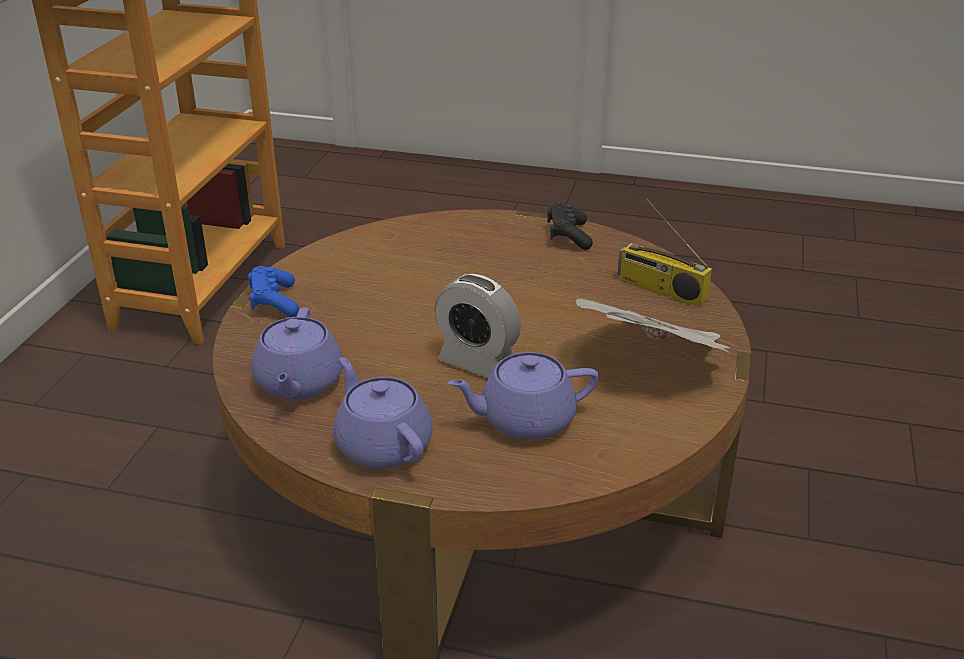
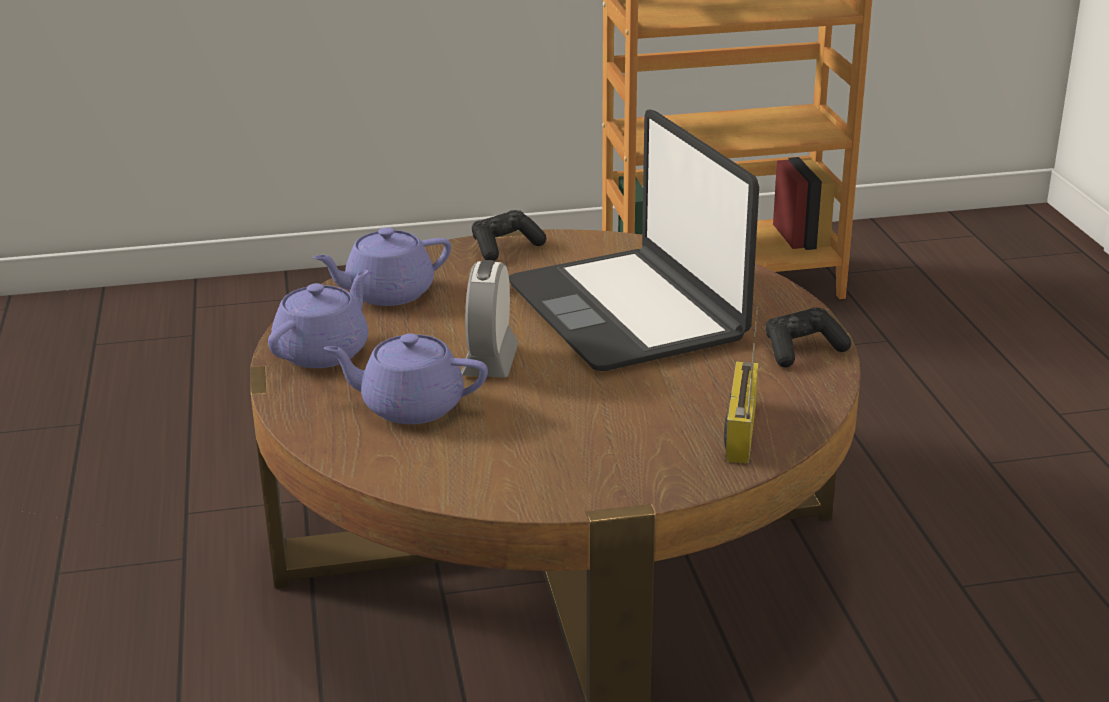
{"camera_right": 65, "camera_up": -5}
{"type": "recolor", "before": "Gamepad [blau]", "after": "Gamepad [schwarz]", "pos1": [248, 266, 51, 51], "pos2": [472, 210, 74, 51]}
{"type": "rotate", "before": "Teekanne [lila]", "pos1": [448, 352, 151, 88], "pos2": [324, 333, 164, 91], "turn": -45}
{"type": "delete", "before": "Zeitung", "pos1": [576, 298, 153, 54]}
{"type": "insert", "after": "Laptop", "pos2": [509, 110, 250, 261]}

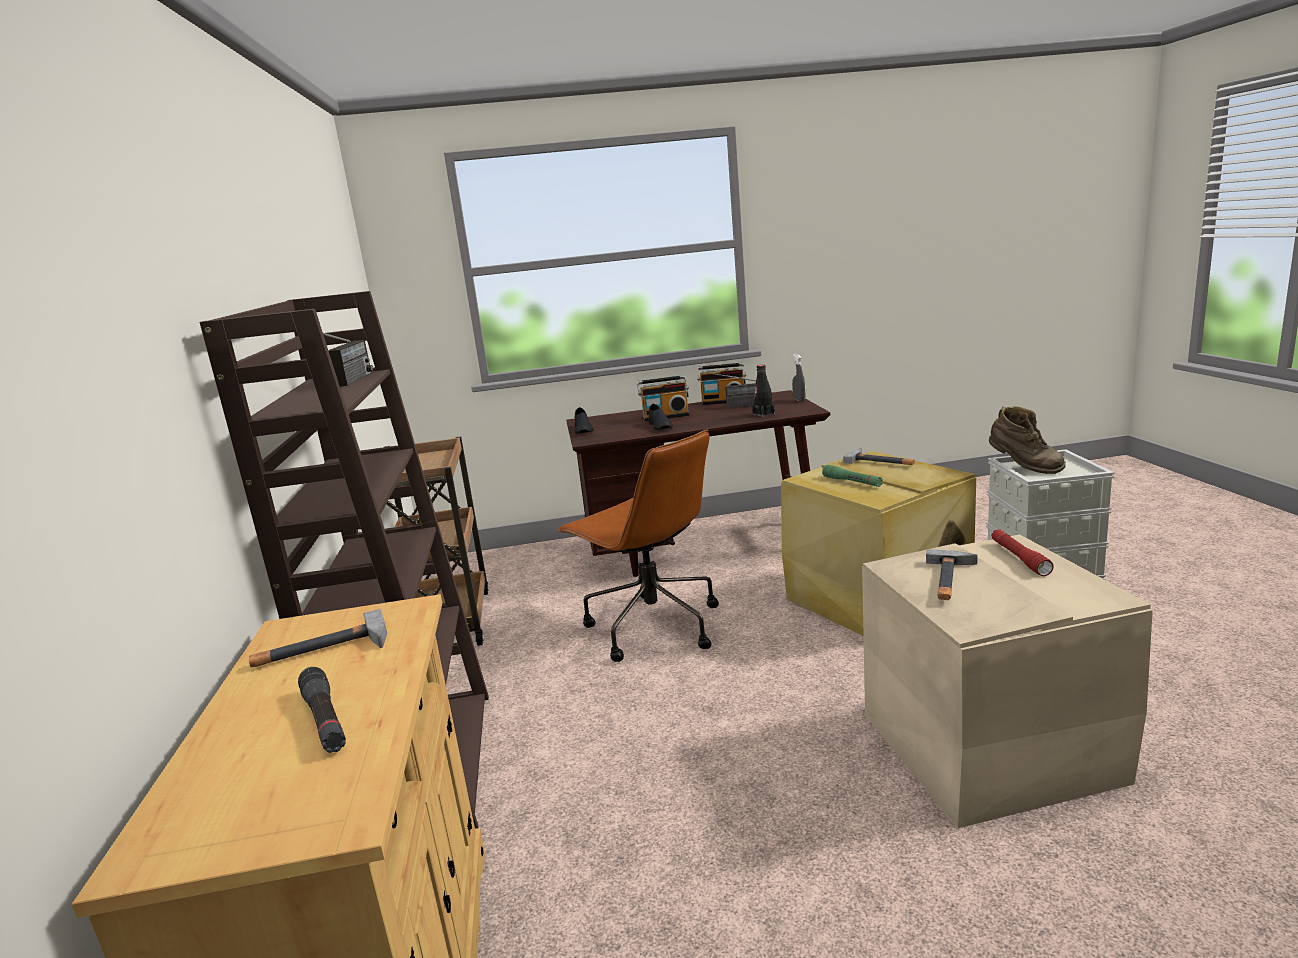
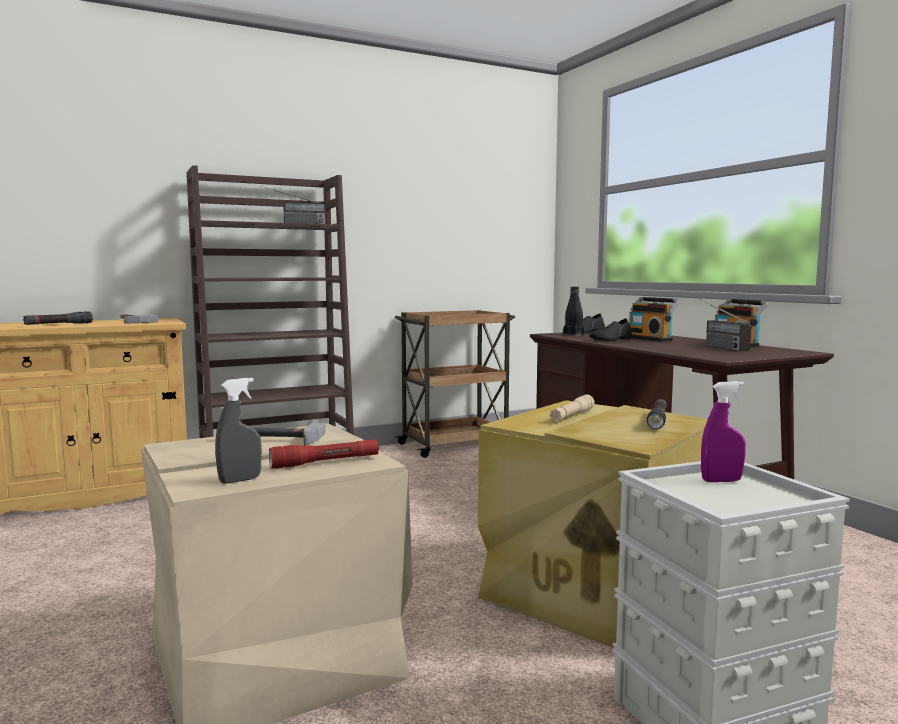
{"camera_right": 70, "camera_up": -10}
{"type": "delete", "before": "Bürostuhl [braun]", "pos1": [557, 430, 162, 232]}
{"type": "move", "before": "Flasche [schwarz]", "pos1": [752, 365, 23, 52], "pos2": [563, 286, 22, 50]}
{"type": "move", "before": "Sprühflasche [grau]", "pos1": [792, 354, 13, 48], "pos2": [215, 378, 47, 106]}
{"type": "recolor", "before": "Taschenlampe [grün]", "after": "Taschenlampe [beige]", "pos1": [822, 465, 61, 22], "pos2": [550, 395, 45, 26]}
{"type": "replace", "before": "Hammer", "after": "Taschenlampe [schwarz]", "pos1": [843, 448, 72, 17], "pos2": [647, 399, 20, 30]}
{"type": "replace", "before": "Stiefel [braun]", "after": "Sprühflasche [lila]", "pos1": [989, 406, 77, 68], "pos2": [701, 381, 45, 101]}

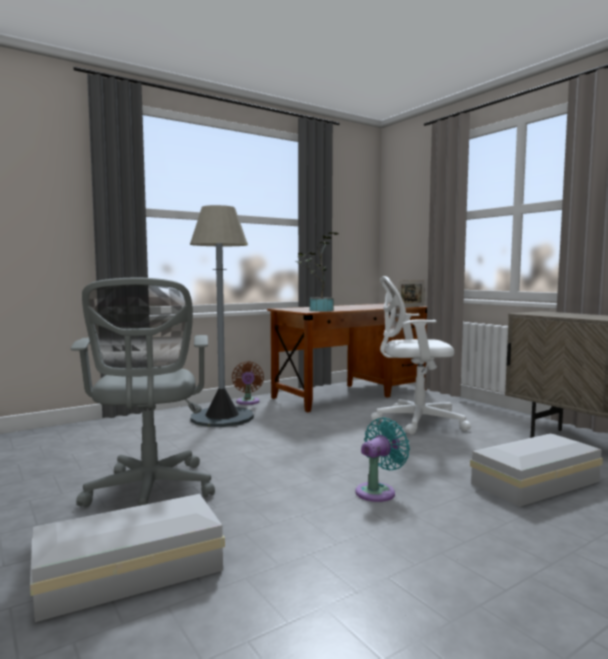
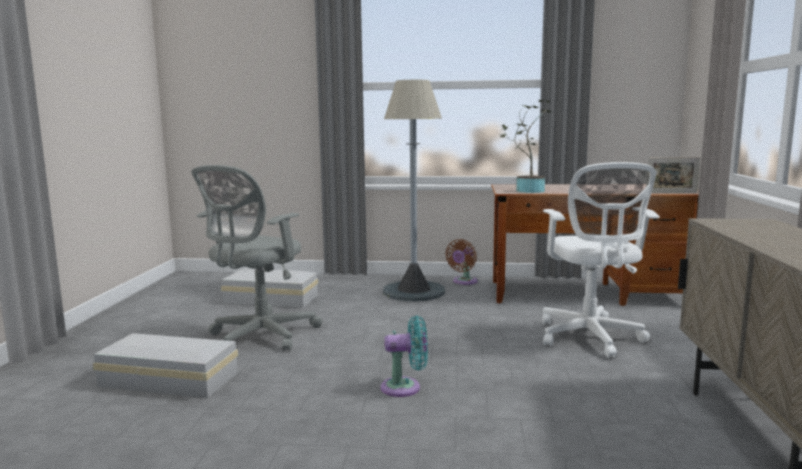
{"camera_right": 40, "camera_up": 5}
{"type": "rotate", "before": "Bürostuhl [weiß]", "pos1": [371, 276, 100, 159], "pos2": [542, 162, 118, 196], "turn": -135}
{"type": "move", "before": "Aufbewahrungsbox [weiß]", "pos1": [470, 434, 133, 73], "pos2": [221, 269, 97, 39]}

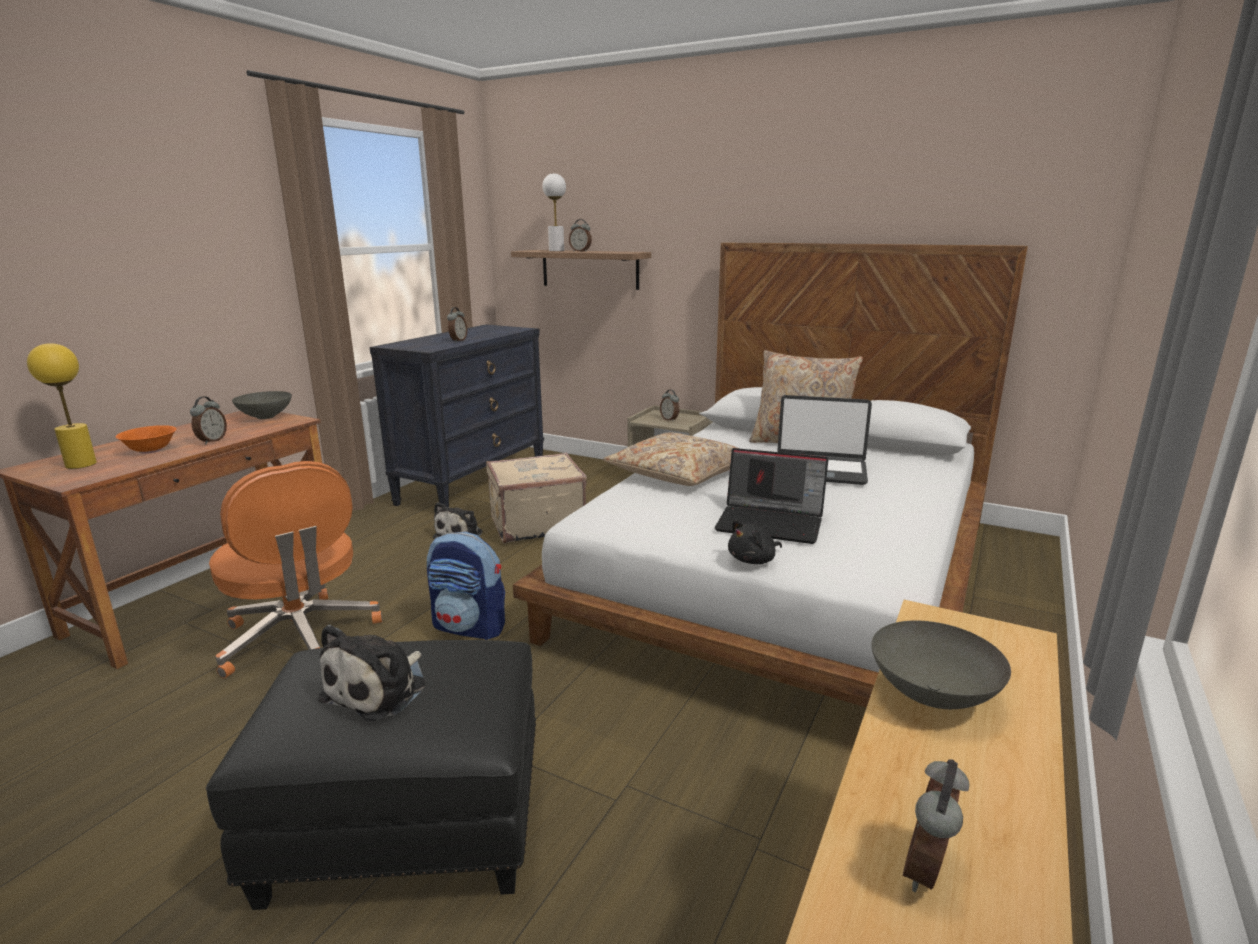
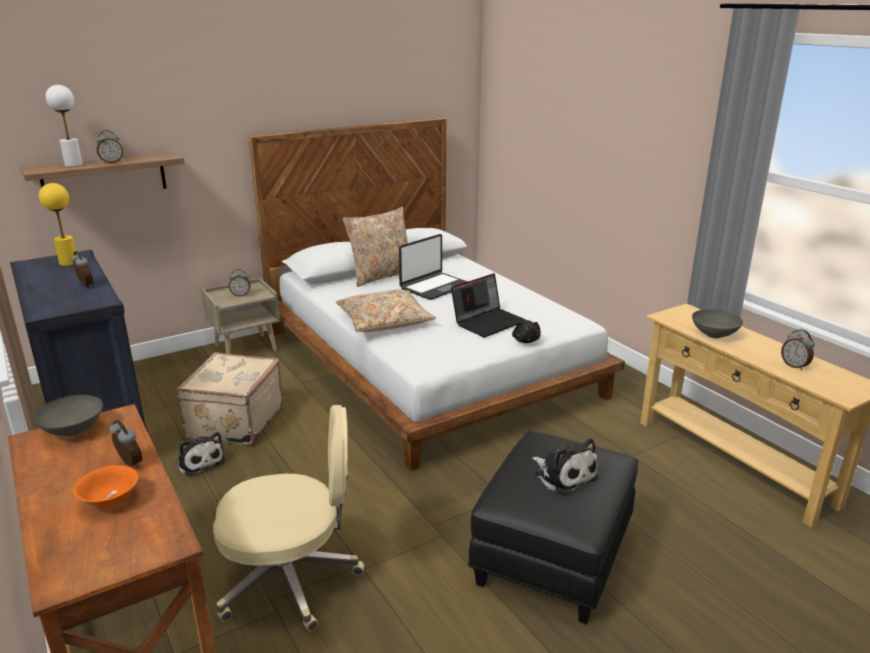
{"camera_right": -60, "camera_up": 5}
{"type": "move", "before": "Tischlampe [gelb]", "pos1": [27, 343, 70, 126], "pos2": [39, 183, 37, 83]}
{"type": "recolor", "before": "Bürostuhl [orange]", "after": "Bürostuhl [beige]", "pos1": [209, 461, 173, 217], "pos2": [213, 405, 151, 226]}
{"type": "delete", "before": "Rucksack", "pos1": [427, 532, 78, 108]}

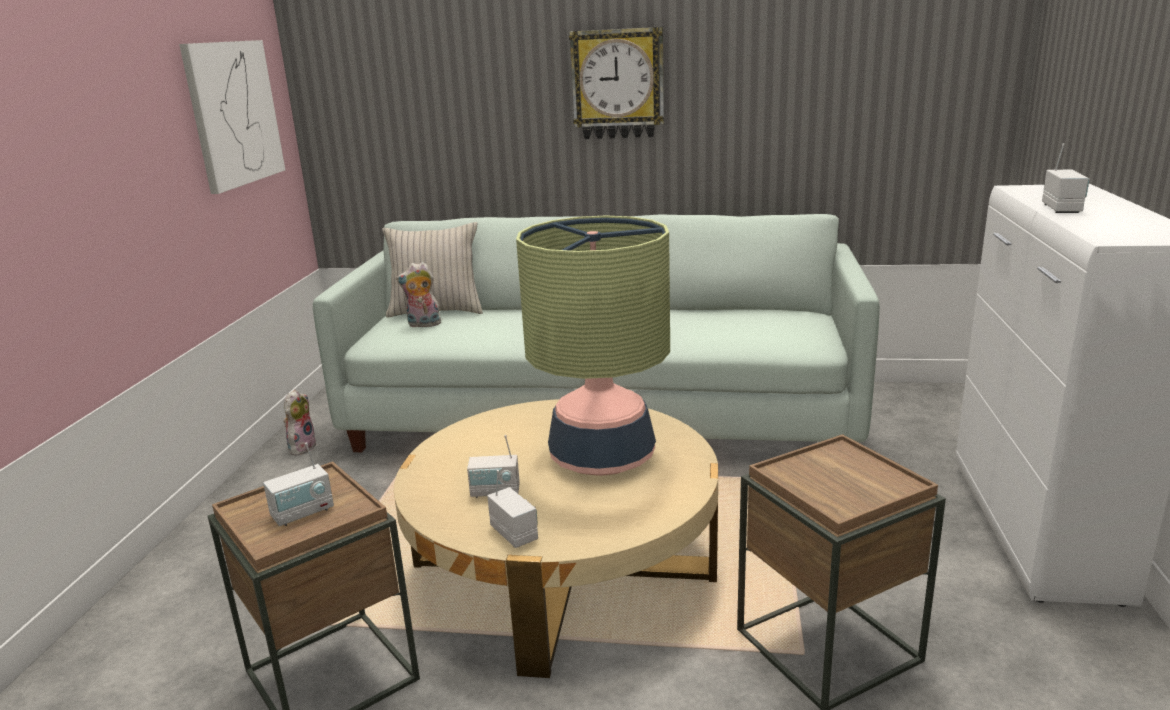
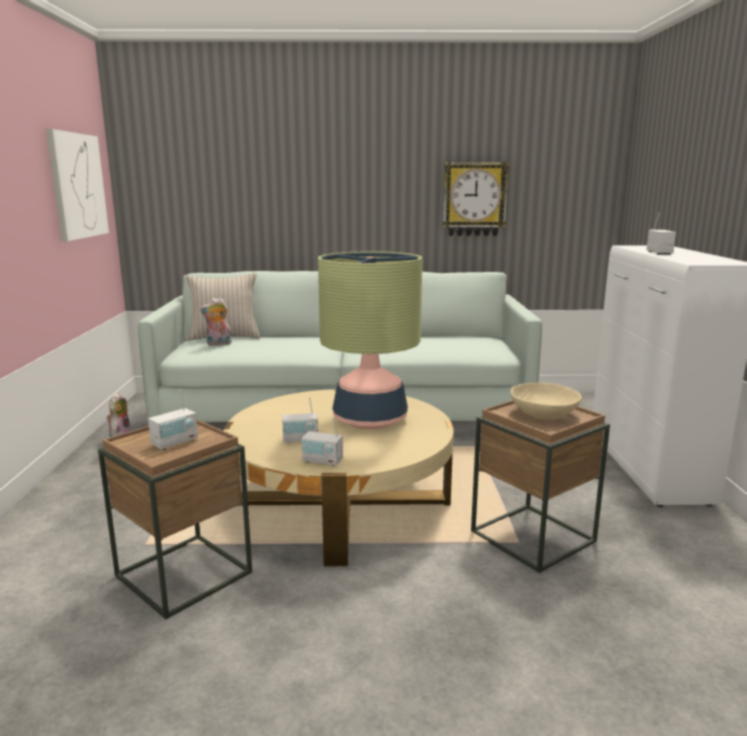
{"camera_right": -10, "camera_up": -5}
{"type": "rotate", "before": "Radio", "pos1": [487, 470, 51, 78], "pos2": [301, 417, 42, 49], "turn": 150}
{"type": "move", "before": "Wanduhr", "pos1": [569, 27, 95, 112], "pos2": [443, 162, 66, 74]}
{"type": "insert", "after": "Schüssel [beige]", "pos2": [510, 383, 72, 36]}

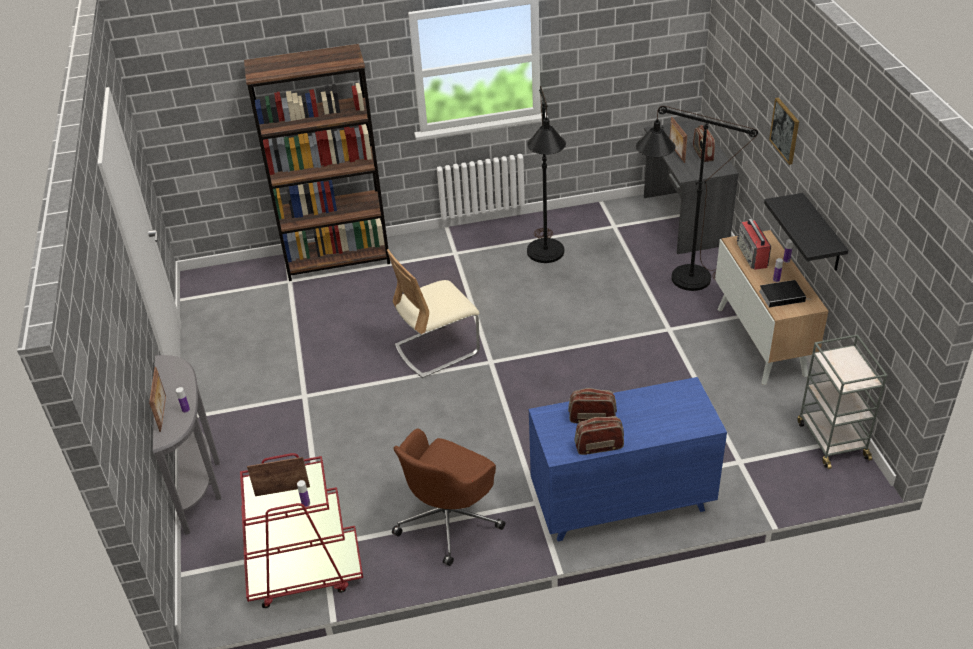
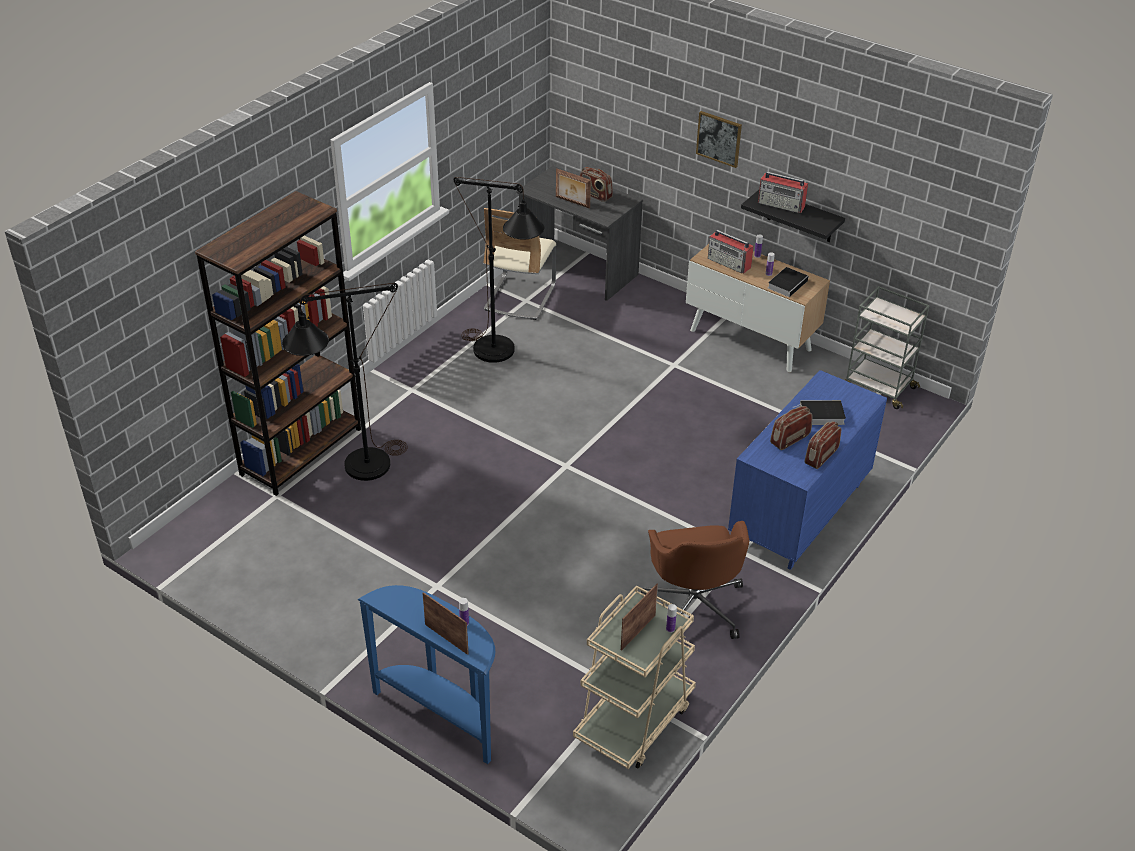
{"camera_right": -45, "camera_up": 0}
{"type": "recolor", "before": "Konsolentisch [grau]", "after": "Konsolentisch [blau]", "pos1": [153, 355, 68, 180], "pos2": [357, 585, 138, 179]}
{"type": "recolor", "before": "Rollwagen [rot]", "after": "Rollwagen [beige]", "pos1": [240, 453, 123, 155], "pos2": [573, 585, 123, 184]}
{"type": "move", "before": "Stuhl [beige]", "pos1": [387, 249, 93, 129], "pos2": [483, 208, 73, 112]}
{"type": "move", "before": "Stehlampe [schwarz]", "pos1": [636, 106, 122, 185], "pos2": [282, 283, 126, 198]}
{"type": "insert", "after": "Radio", "pos2": [758, 172, 50, 41]}
{"type": "insert", "after": "Buch", "pos2": [793, 400, 53, 25]}

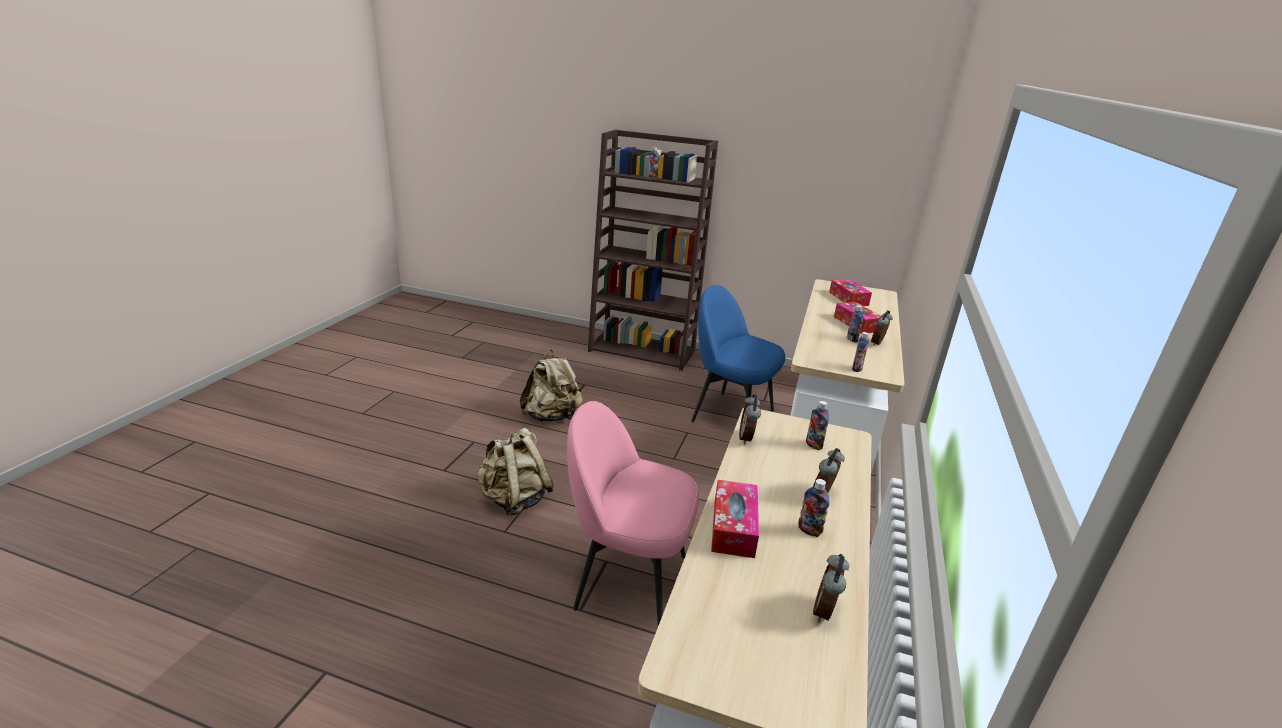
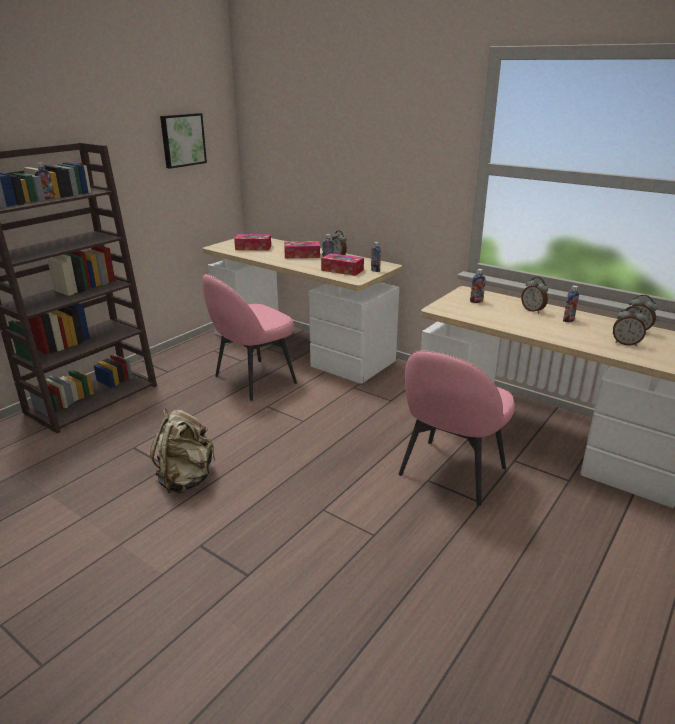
{"camera_right": -70, "camera_up": 0}
{"type": "delete", "before": "Rucksack [beige]", "pos1": [477, 428, 77, 88]}
{"type": "recolor", "before": "Stuhl [blau]", "after": "Stuhl [rosa]", "pos1": [691, 285, 94, 137], "pos2": [203, 274, 94, 127]}
{"type": "move", "before": "Taschentuchbox", "pos1": [711, 480, 48, 78], "pos2": [321, 253, 43, 23]}
{"type": "move", "before": "Wecker", "pos1": [739, 394, 22, 50], "pos2": [613, 306, 34, 40]}
{"type": "insert", "after": "Bild", "pos2": [160, 113, 47, 56]}

